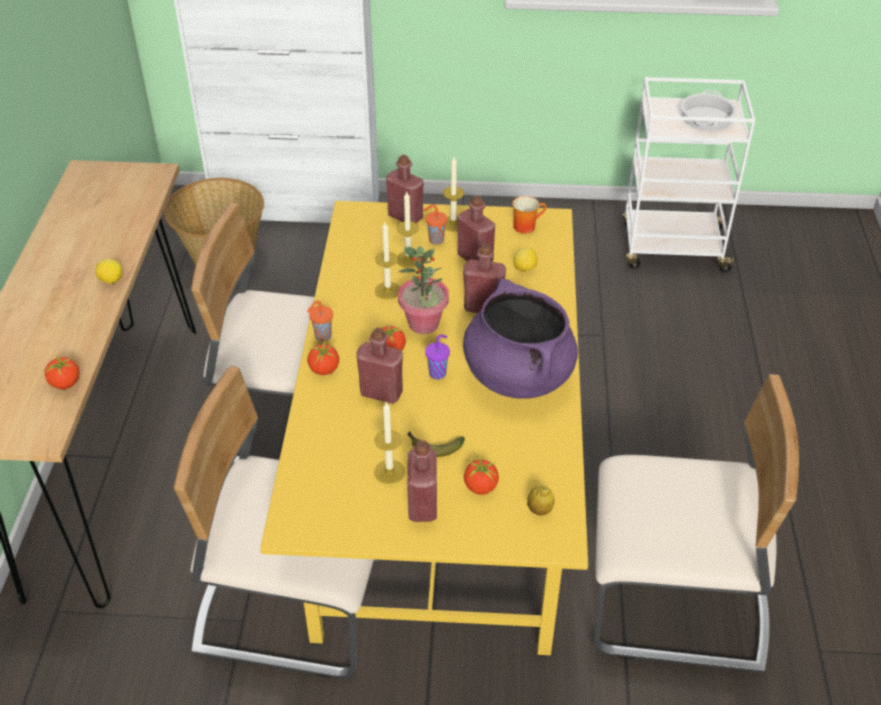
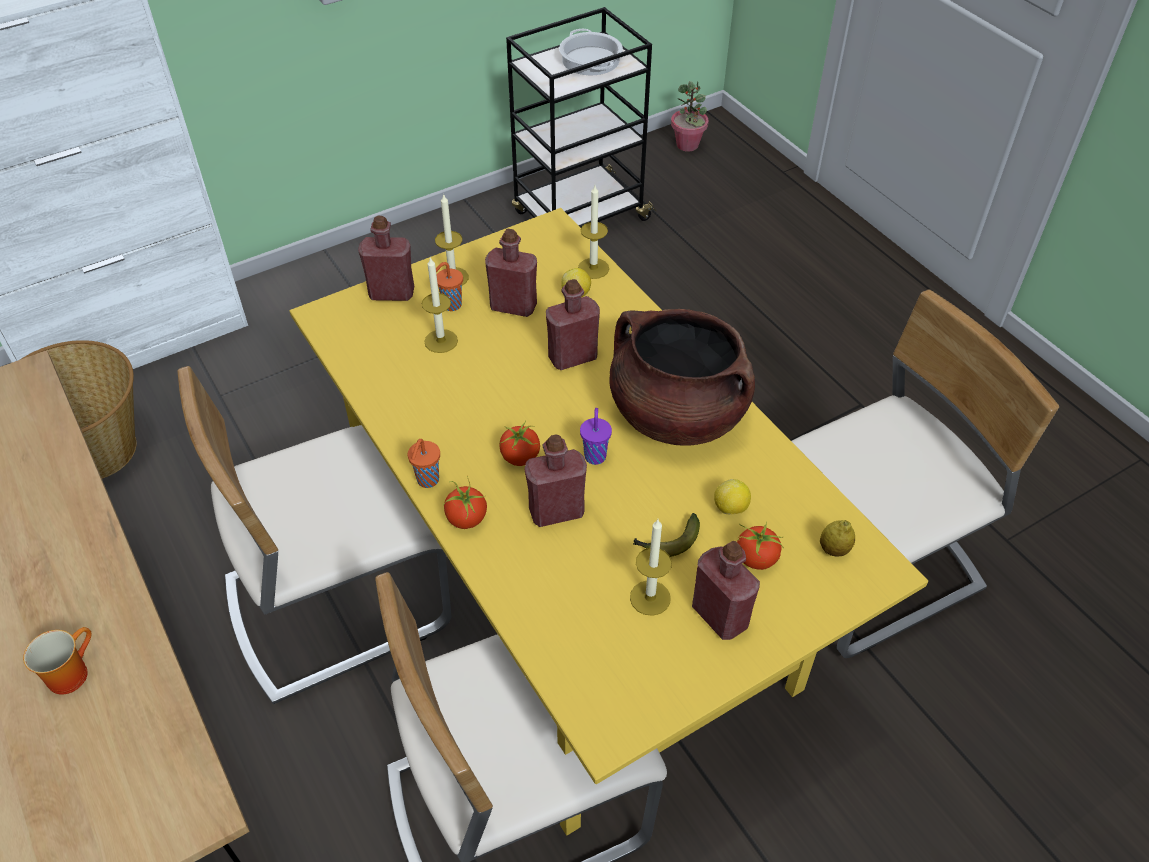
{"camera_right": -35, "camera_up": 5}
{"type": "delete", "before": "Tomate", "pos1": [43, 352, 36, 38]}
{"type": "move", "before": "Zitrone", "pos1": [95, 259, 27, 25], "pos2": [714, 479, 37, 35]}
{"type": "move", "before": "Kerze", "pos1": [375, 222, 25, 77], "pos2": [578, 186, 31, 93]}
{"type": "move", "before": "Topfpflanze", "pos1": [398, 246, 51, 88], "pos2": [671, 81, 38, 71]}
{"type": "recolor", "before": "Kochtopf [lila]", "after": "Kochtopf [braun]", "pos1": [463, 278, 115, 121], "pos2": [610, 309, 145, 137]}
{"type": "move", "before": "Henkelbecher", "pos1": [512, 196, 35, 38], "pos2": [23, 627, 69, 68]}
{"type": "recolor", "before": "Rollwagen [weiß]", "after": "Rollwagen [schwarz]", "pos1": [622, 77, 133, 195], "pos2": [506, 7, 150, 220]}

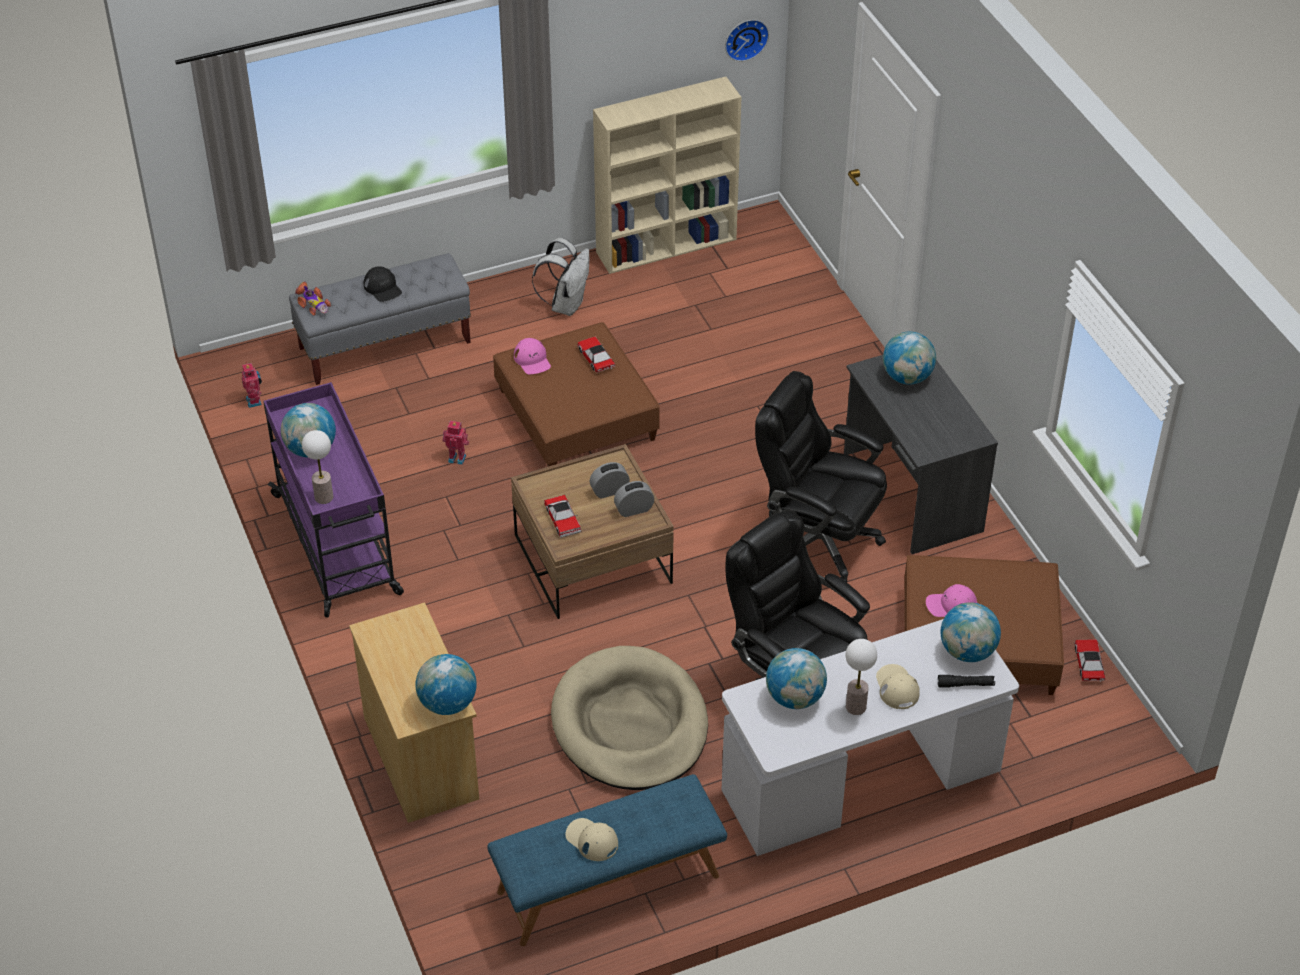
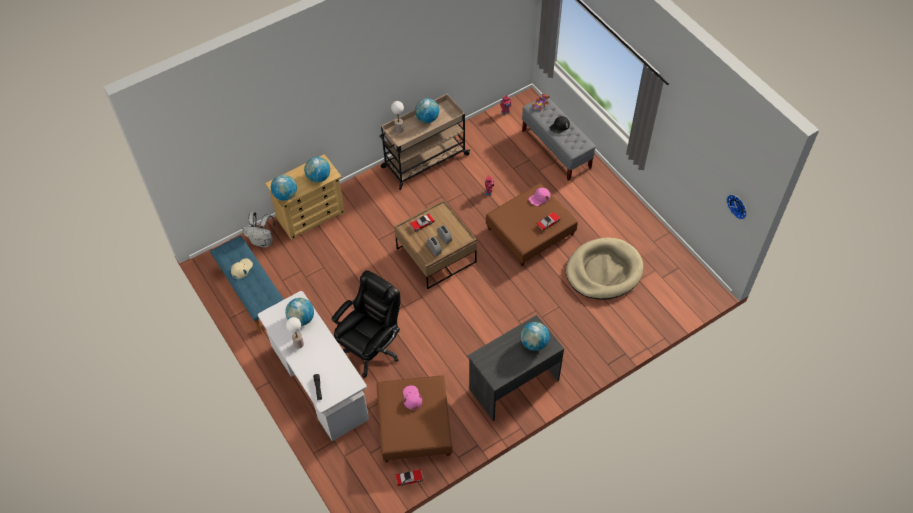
{"camera_right": 80, "camera_up": 10}
{"type": "recolor", "before": "Rollwagen [lila]", "after": "Rollwagen [beige]", "pos1": [263, 382, 141, 235], "pos2": [379, 94, 91, 96]}
{"type": "move", "before": "Rucksack [weiß]", "pos1": [532, 238, 57, 78], "pos2": [242, 212, 33, 35]}
{"type": "move", "before": "Hundebett [beige]", "pos1": [551, 646, 157, 144], "pos2": [566, 238, 78, 62]}
{"type": "delete", "before": "Bücherregal [beige]", "pos1": [593, 77, 148, 197]}
{"type": "delete", "before": "Bürostuhl [schwarz]", "pos1": [755, 371, 132, 211]}
{"type": "delete", "before": "Kappe [beige]", "pos1": [876, 664, 44, 45]}
{"type": "move", "before": "Globus", "pos1": [941, 602, 60, 60], "pos2": [304, 157, 26, 26]}

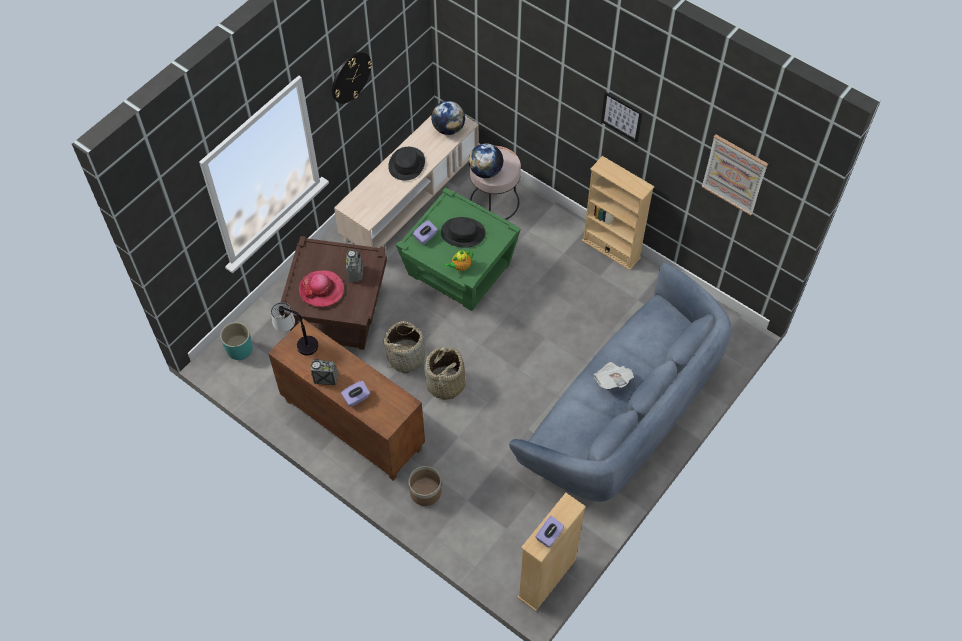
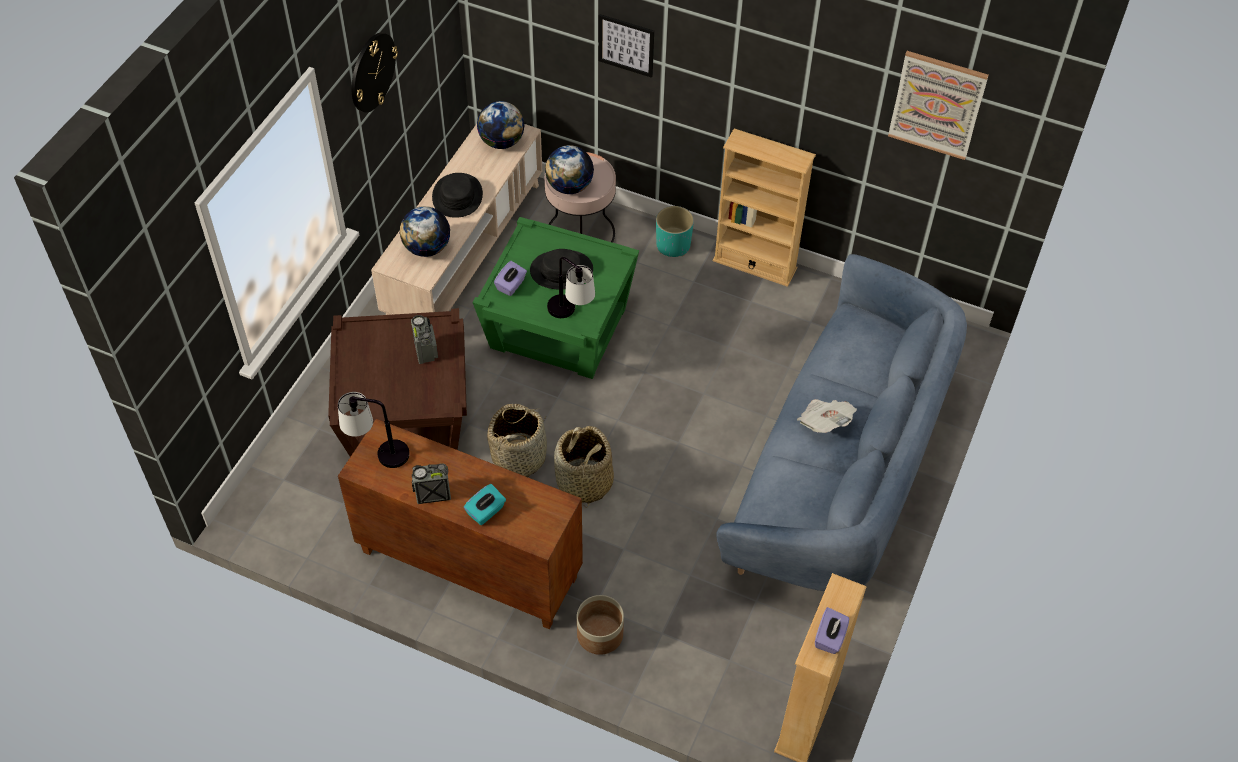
{"camera_right": -15, "camera_up": -5}
{"type": "move", "before": "Pflanzkübel [türkis]", "pos1": [220, 322, 33, 38], "pos2": [656, 206, 38, 51]}
{"type": "delete", "before": "Hut", "pos1": [299, 270, 45, 37]}
{"type": "recolor", "before": "Taschentuchbox [lila]", "after": "Taschentuchbox [türkis]", "pos1": [341, 381, 29, 26], "pos2": [464, 484, 42, 41]}
{"type": "replace", "before": "Teekanne", "after": "Tischlampe", "pos1": [444, 251, 30, 20], "pos2": [547, 257, 48, 61]}
{"type": "move", "before": "Bild", "pos1": [601, 92, 42, 51], "pos2": [599, 14, 55, 64]}
{"type": "insert", "after": "Globus", "pos2": [400, 206, 50, 51]}

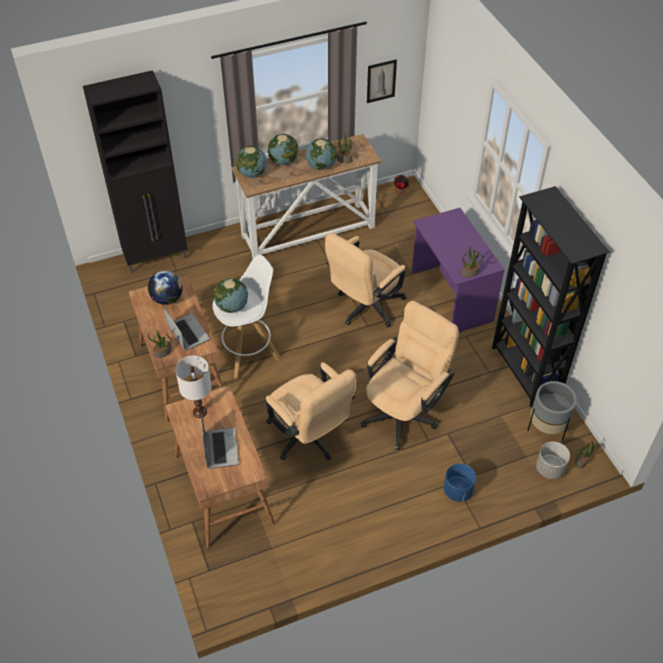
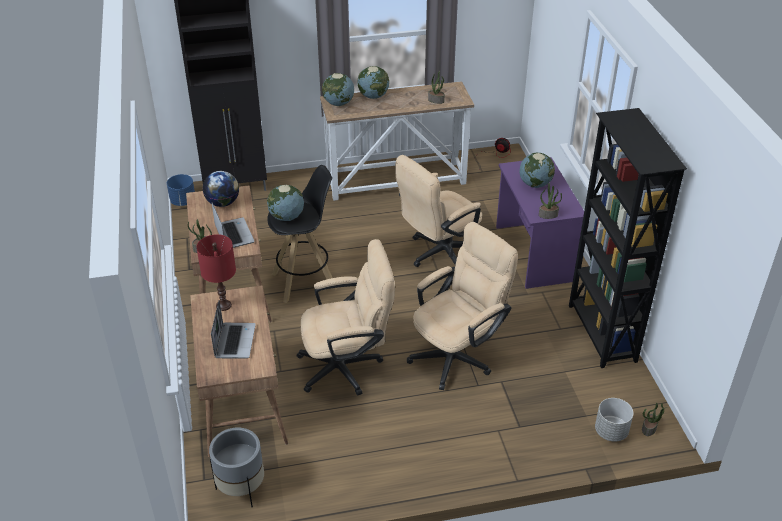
{"camera_right": 10, "camera_up": -10}
{"type": "recolor", "before": "Tischlampe [weiß]", "after": "Tischlampe [rot]", "pos1": [175, 355, 37, 63], "pos2": [196, 234, 40, 77]}
{"type": "recolor", "before": "Hocker [weiß]", "after": "Hocker [schwarz]", "pos1": [213, 255, 68, 125], "pos2": [267, 165, 71, 138]}
{"type": "rotate", "before": "Bürostuhl [beige]", "pos1": [266, 362, 90, 98], "pos2": [296, 239, 99, 156], "turn": -75}
{"type": "move", "before": "Globus", "pos1": [306, 138, 30, 32], "pos2": [519, 153, 36, 35]}
{"type": "delete", "before": "Bild", "pos1": [367, 59, 30, 44]}
{"type": "move", "before": "Pflanzkübel [blau]", "pos1": [444, 463, 32, 39], "pos2": [167, 174, 28, 32]}
{"type": "move", "before": "Pflanzkübel [grau]", "pos1": [527, 381, 50, 60], "pos2": [209, 427, 55, 80]}

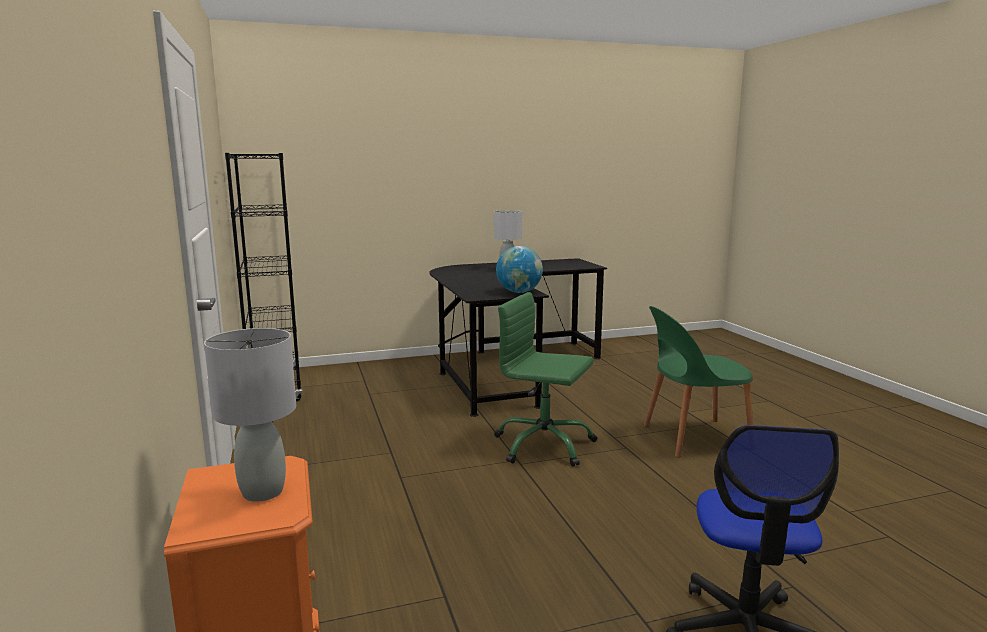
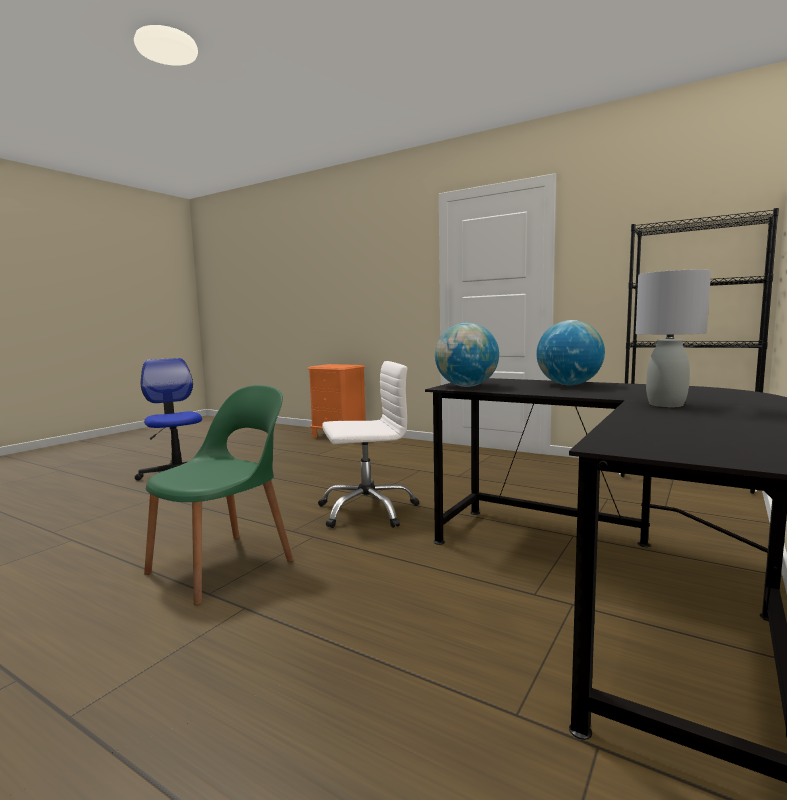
{"camera_right": 140, "camera_up": -5}
{"type": "delete", "before": "Tischlampe [grau]", "pos1": [204, 328, 92, 174]}
{"type": "recolor", "before": "Bürostuhl [grün]", "after": "Bürostuhl [weiß]", "pos1": [494, 292, 103, 175], "pos2": [318, 361, 101, 167]}
{"type": "insert", "after": "Globus", "pos2": [536, 320, 69, 65]}

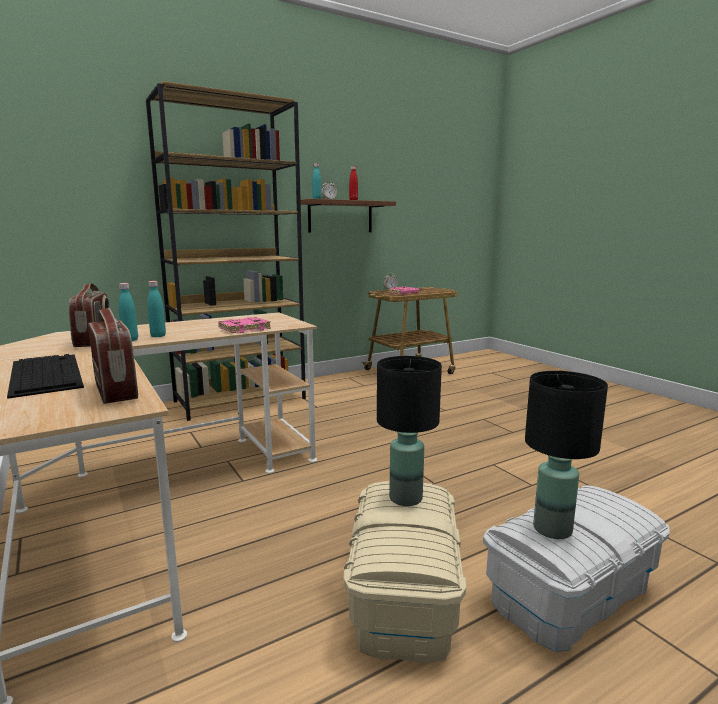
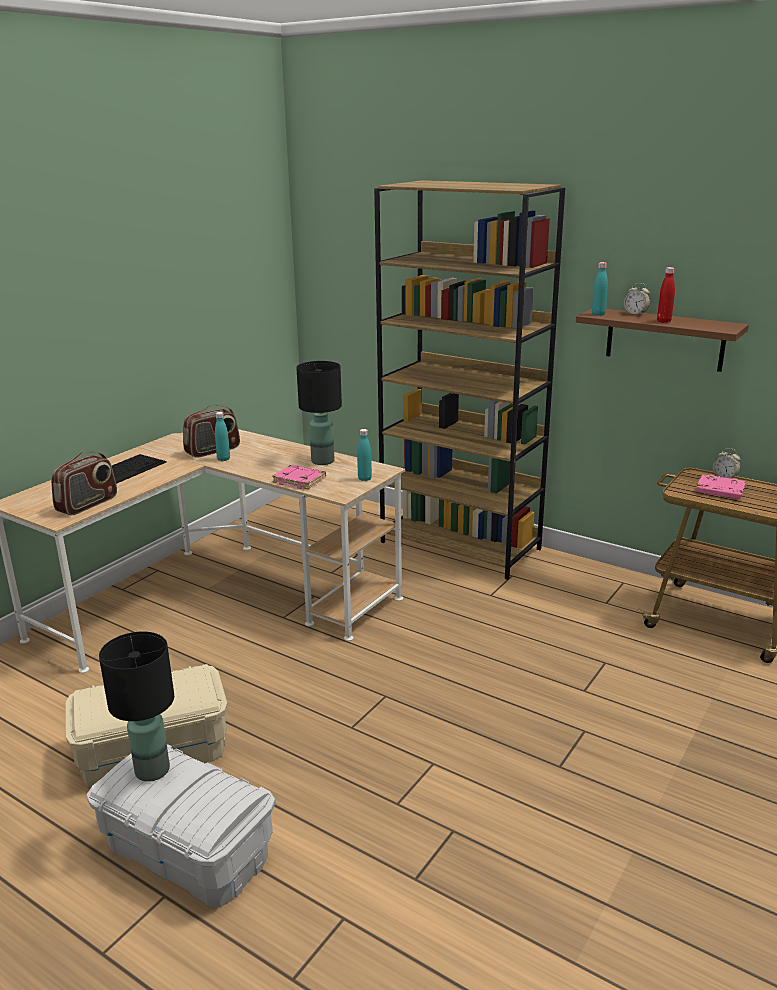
{"camera_right": 65, "camera_up": 10}
{"type": "move", "before": "Flasche [türkis]", "pos1": [148, 281, 18, 56], "pos2": [357, 429, 15, 52]}
{"type": "move", "before": "Tischlampe [schwarz]", "pos1": [377, 356, 65, 150], "pos2": [297, 361, 45, 104]}

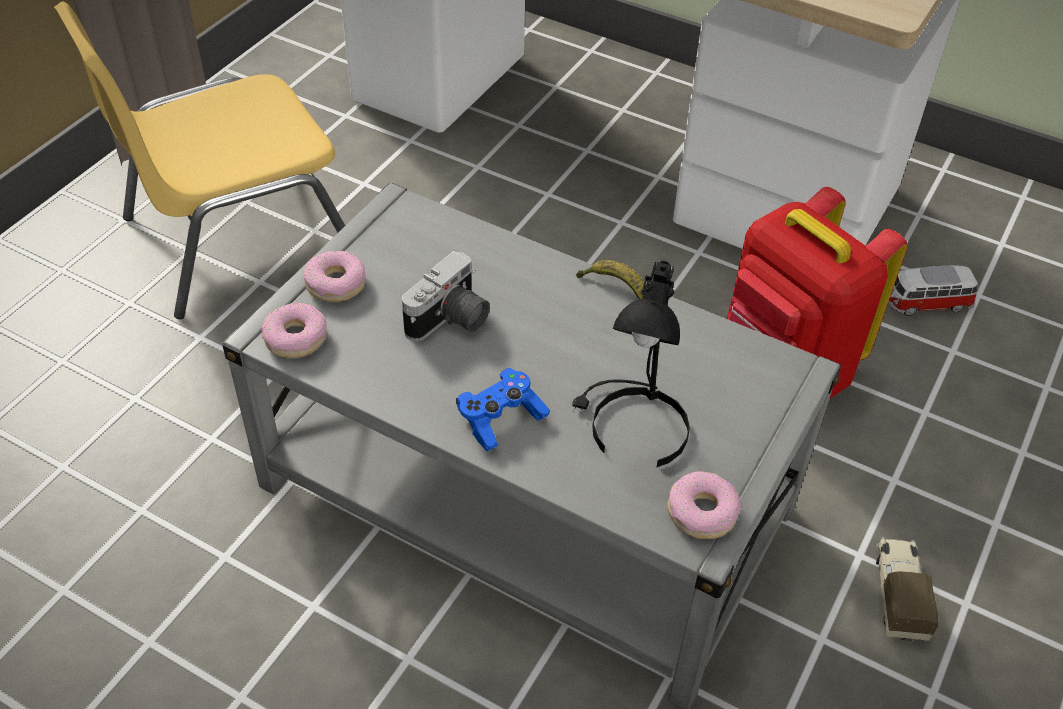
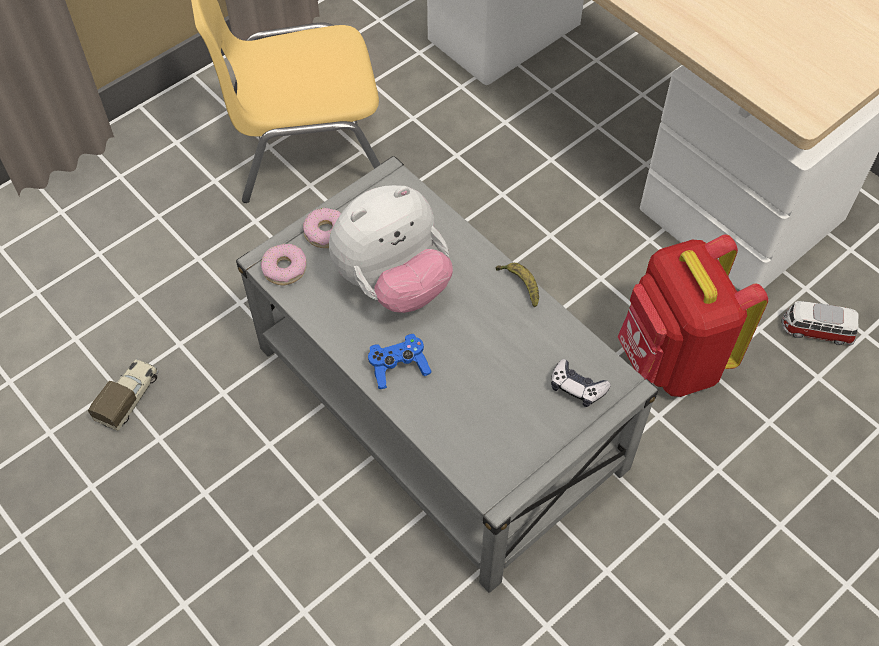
{"camera_right": 20, "camera_up": 10}
{"type": "replace", "before": "Kamera", "after": "Plüschtier", "pos1": [402, 251, 88, 91], "pos2": [329, 185, 124, 128]}
{"type": "delete", "before": "Tischlampe [schwarz]", "pos1": [572, 261, 118, 206]}
{"type": "delete", "before": "Donut", "pos1": [667, 471, 74, 68]}
{"type": "move", "before": "Spielzeuglaster", "pos1": [876, 537, 63, 105], "pos2": [88, 358, 71, 73]}
{"type": "insert", "after": "Gamepad", "pos2": [551, 359, 60, 48]}

